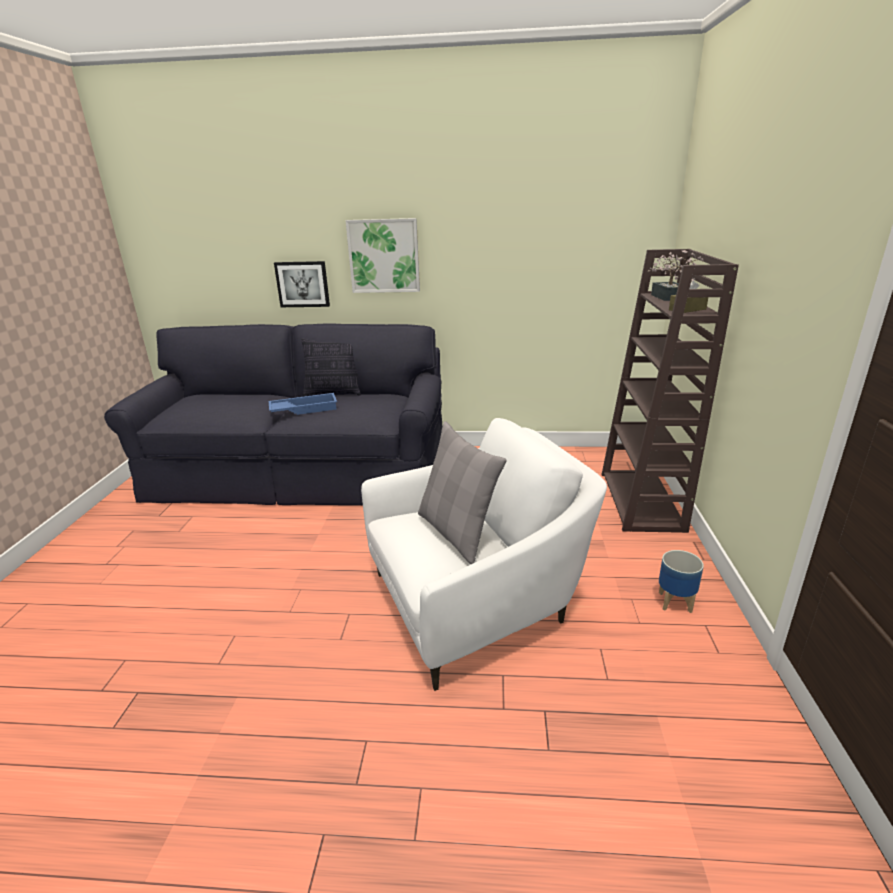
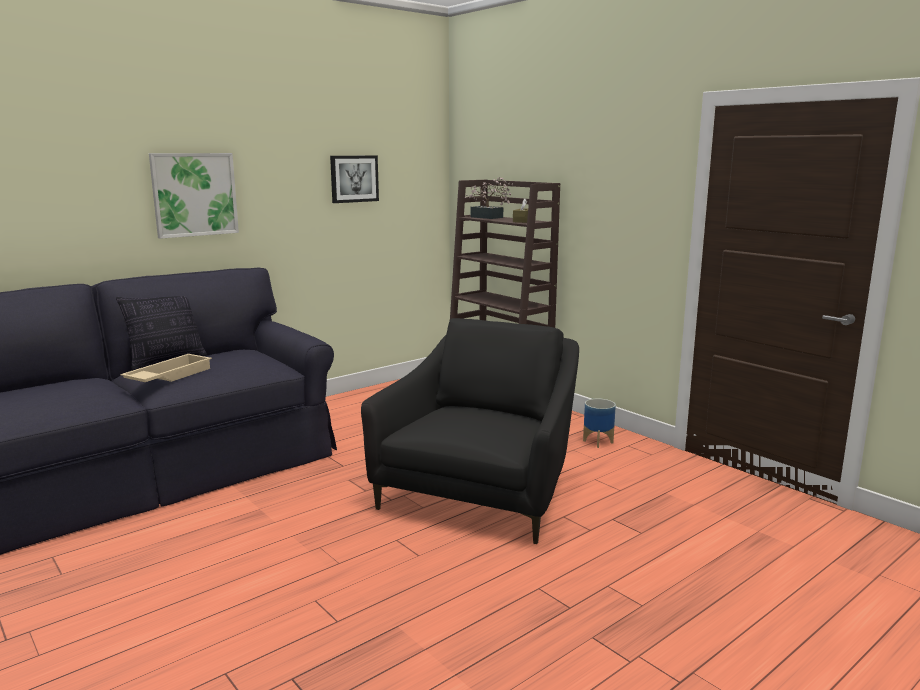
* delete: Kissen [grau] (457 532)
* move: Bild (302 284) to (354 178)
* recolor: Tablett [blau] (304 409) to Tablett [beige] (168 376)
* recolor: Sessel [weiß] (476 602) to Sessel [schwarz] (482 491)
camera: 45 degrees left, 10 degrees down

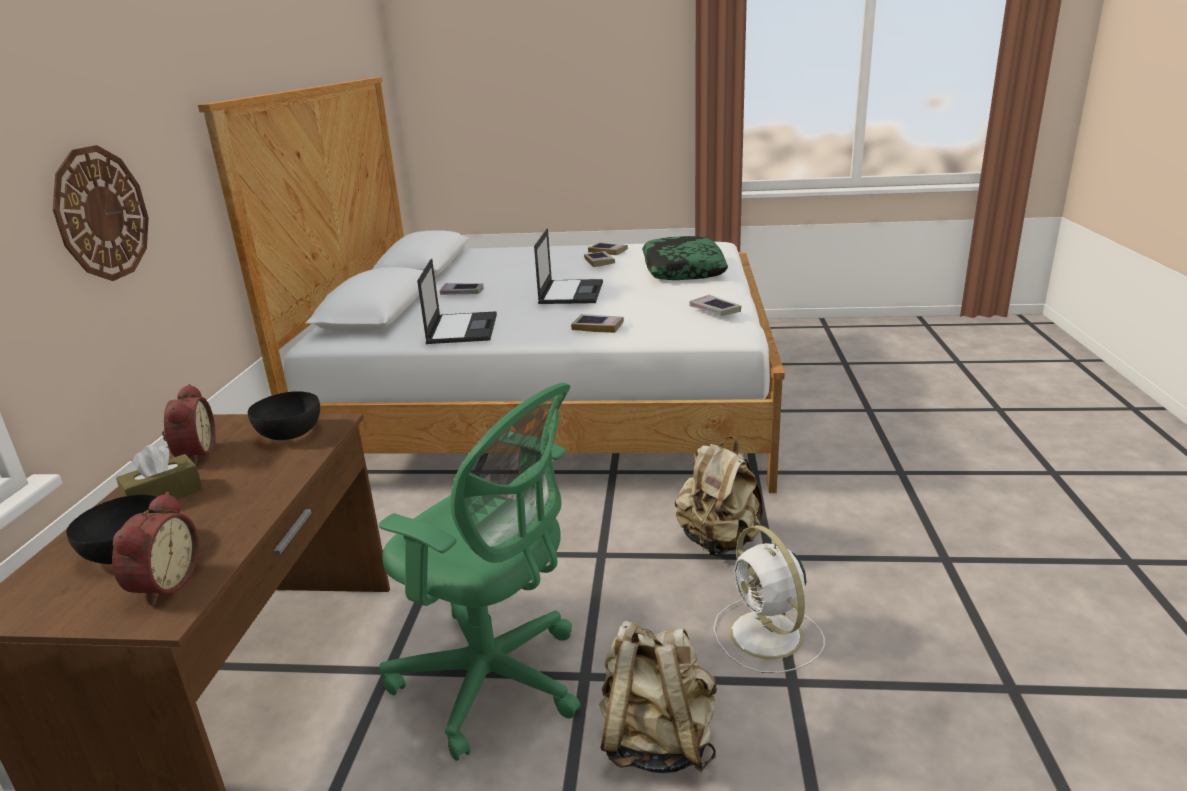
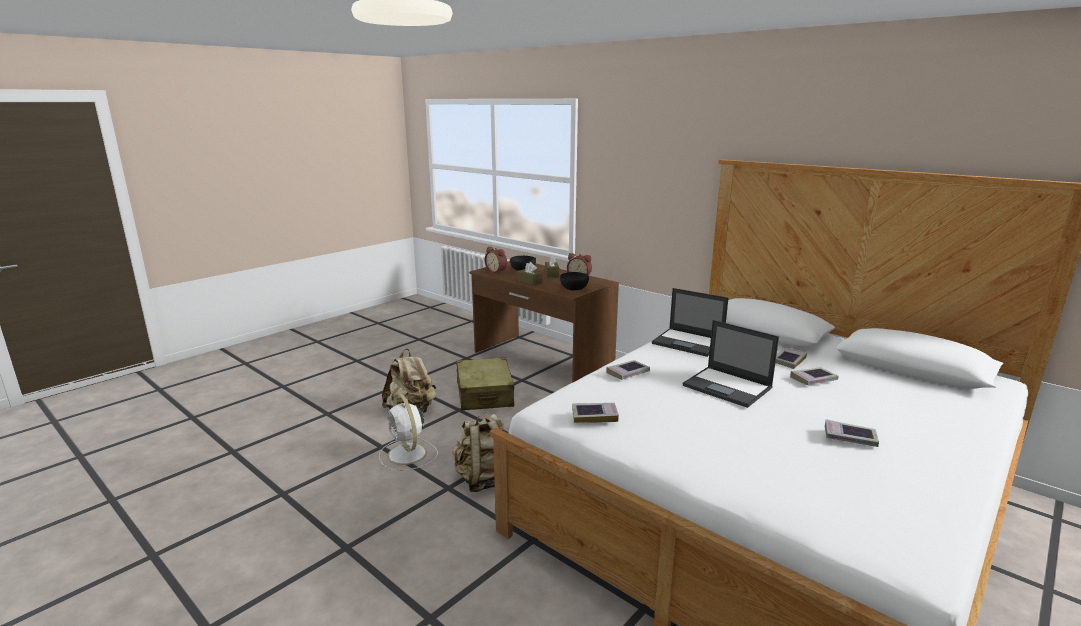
* delete: Wanduhr (101 214)
* delete: Kissen (682 270)
* insert: Taschentuchbox [braun] (529 282)
* move: Buch (608 251) to (813 379)
* replace: Bürostuhl [grün] (495 681) to Koffer [beige] (484 394)
* rotate: Ventilator [weiß] (768 636) = (408 455) 135 degrees counterclockwise
camera: 125 degrees right, 5 degrees down

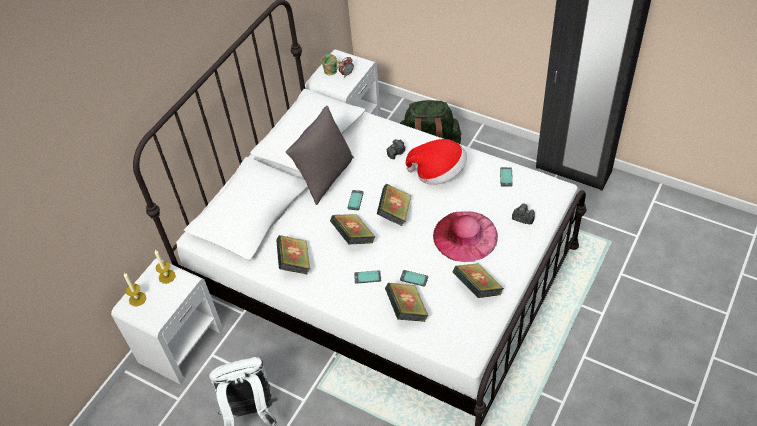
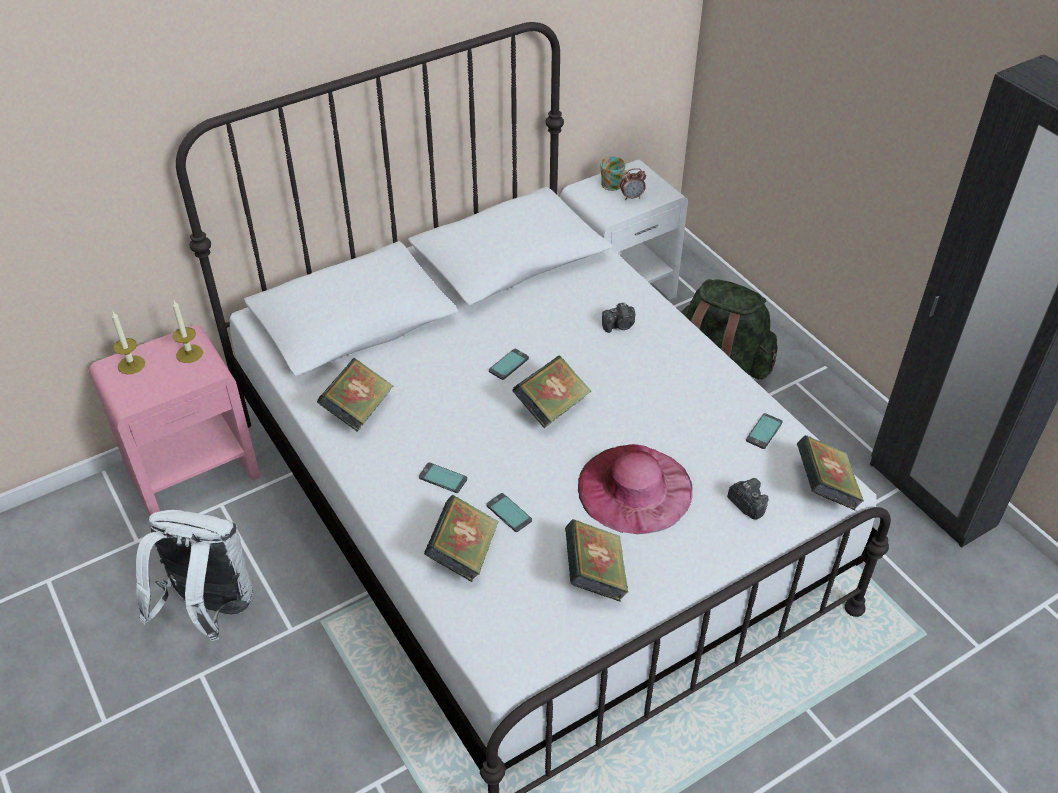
* delete: Kissen [grau] (325 178)
* delete: Hut (438 173)
* move: Buch (353 237) to (824 488)
* recolor: Nachttisch [weiß] (181 344) to Nachttisch [rosa] (194 472)
camera: 25 degrees right, 5 degrees down

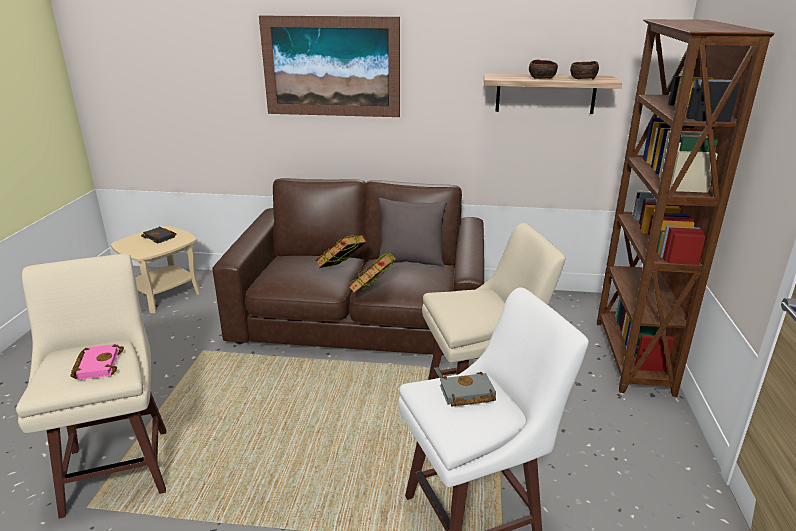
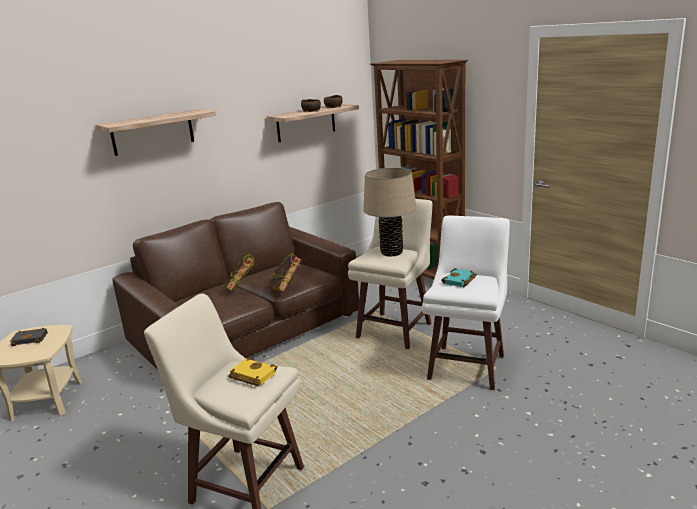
* delete: Kissen [grau] (411 261)
* insert: Tischlampe [beige] (391 252)
* replace: Bild (331 67) to Wandregal (152 132)
* recolor: Buch [rosa] (97 365) to Buch [gelb] (251 376)
* recolor: Buch [grau] (466 394) to Buch [türkis] (459 281)
camera: 45 degrees left, 5 degrees down

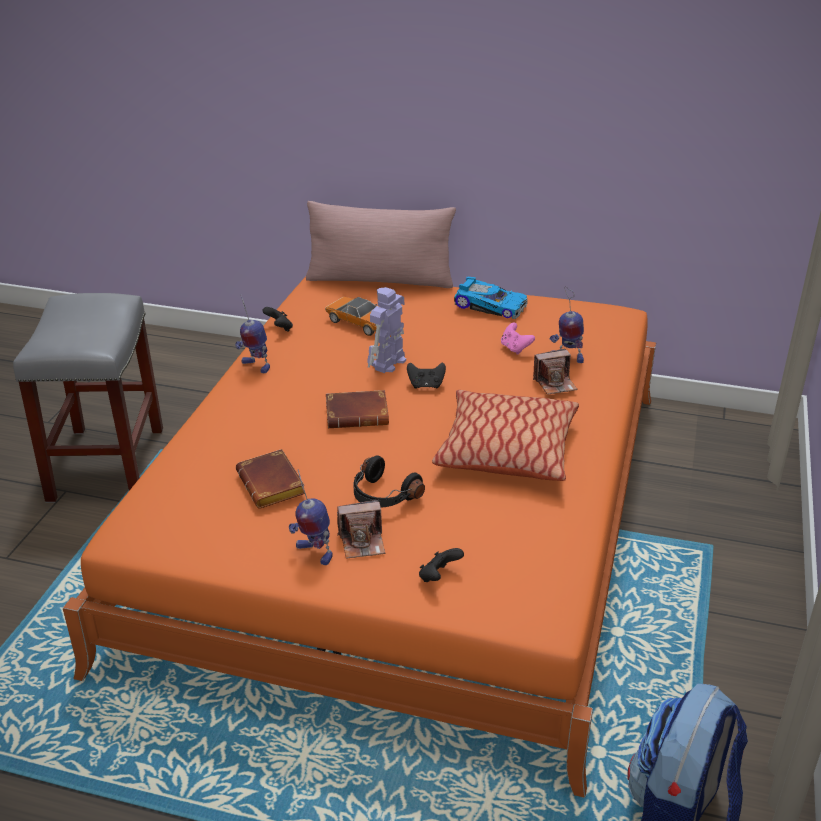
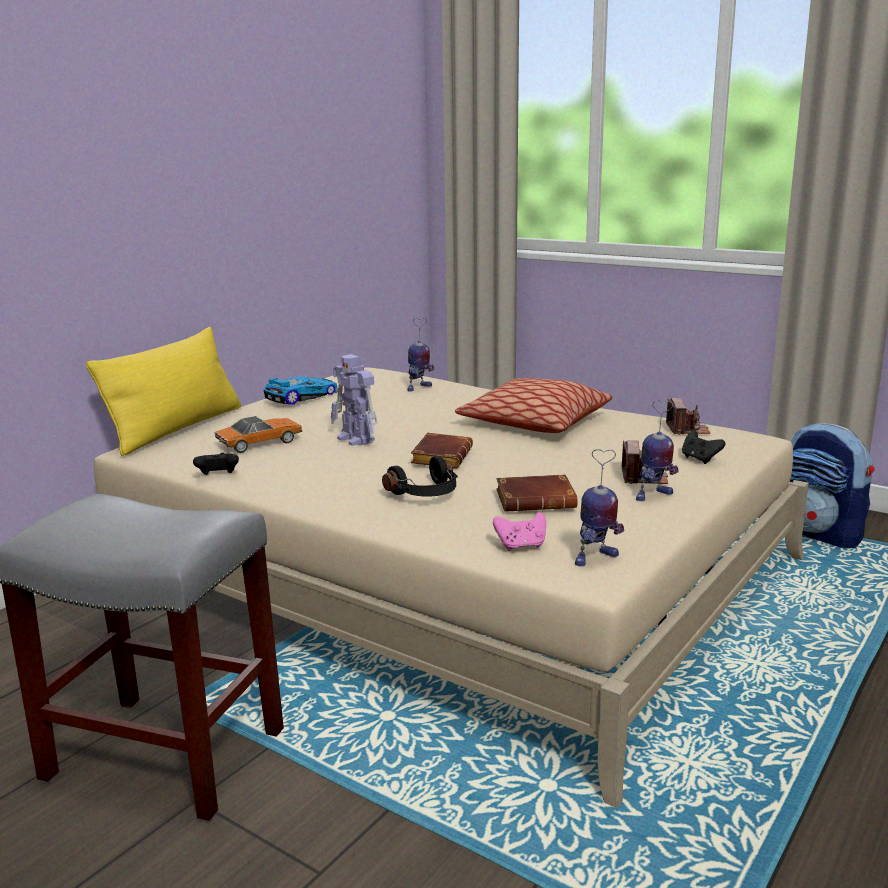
* delete: Gamepad [schwarz] (426 385)
* move: Spielzeugroboter (255 366) to (595 558)
* move: Kopfhörer [schwarz] (383 496) to (426 493)
* move: Gamepad [rosa] (515 348) to (521 546)
* move: Kamera (555 383) to (687 430)
* recolor: Bett [orange] (409 518) to Bett [beige] (446 569)
* recolor: Kissen [rosa] (380 280) to Kissen [gelb] (177 429)
camera: 70 degrees left, 15 degrees down

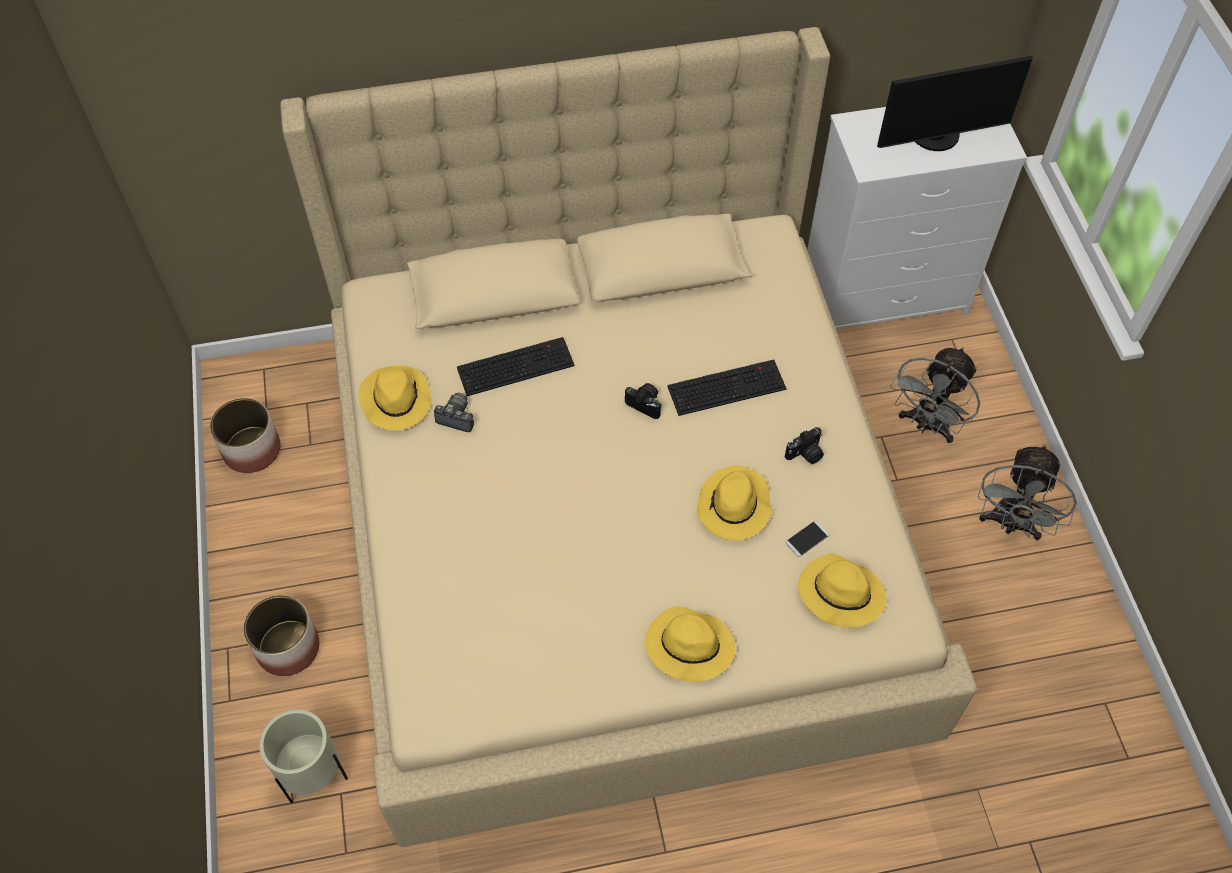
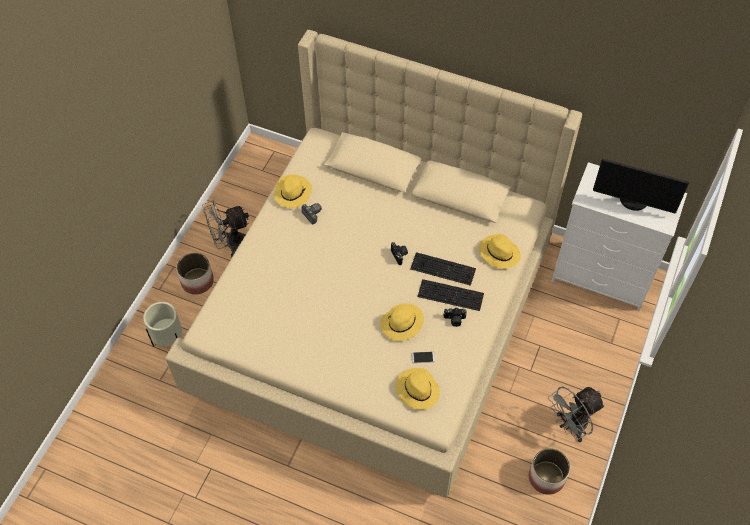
* move: Pflanzkübel (252 449) to (546 477)
* move: Tastatur (516 365) to (451 294)
* move: Hut [gelb] (688 646) to (498 253)
* move: Ventilator [grau] (927 425) to (230 244)
camera: 35 degrees right, 0 degrees up

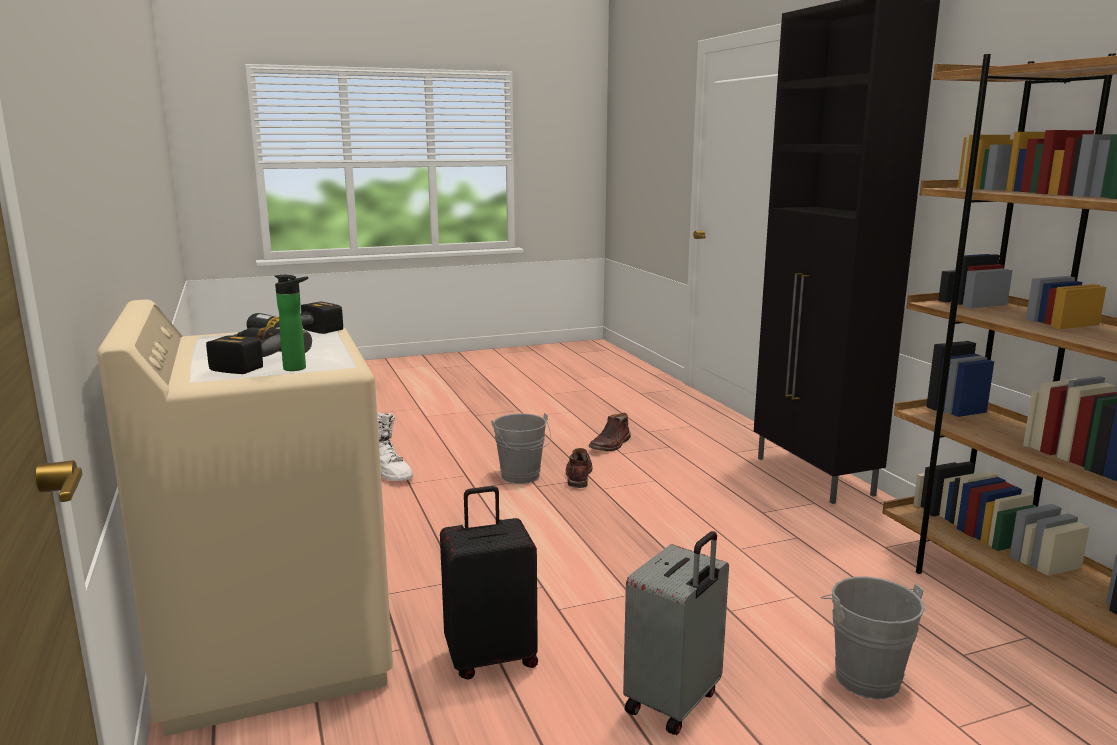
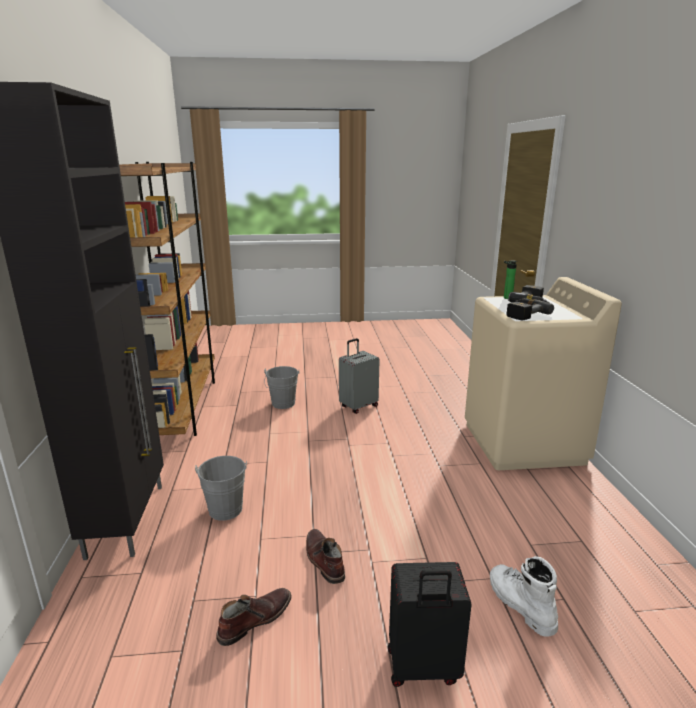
* move: Koffer [schwarz] (491 657) to (423 668)
* move: Eimer [grau] (522 477) to (226 507)
* rotate: Stiefel [braun] (578 475) = (323 560) 135 degrees clockwise
camera: 165 degrees left, 5 degrees up

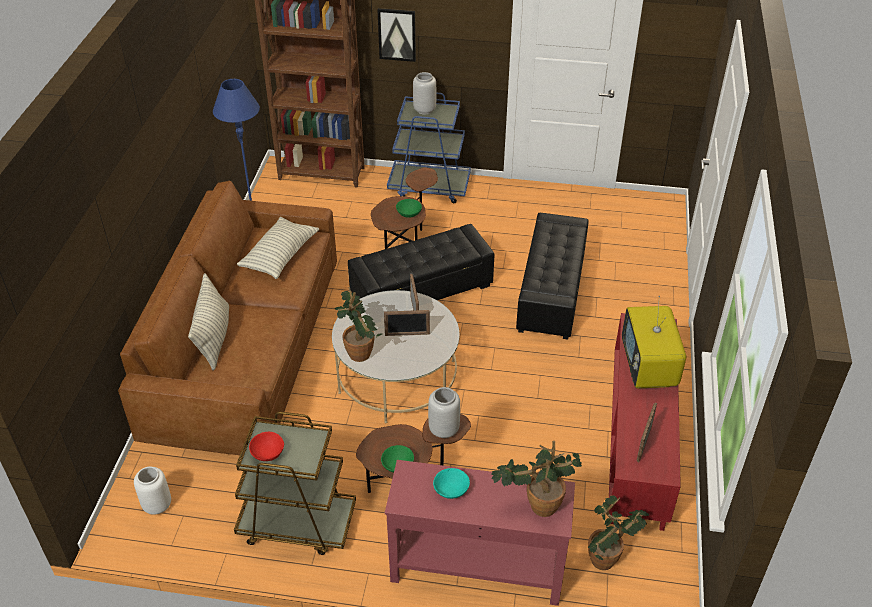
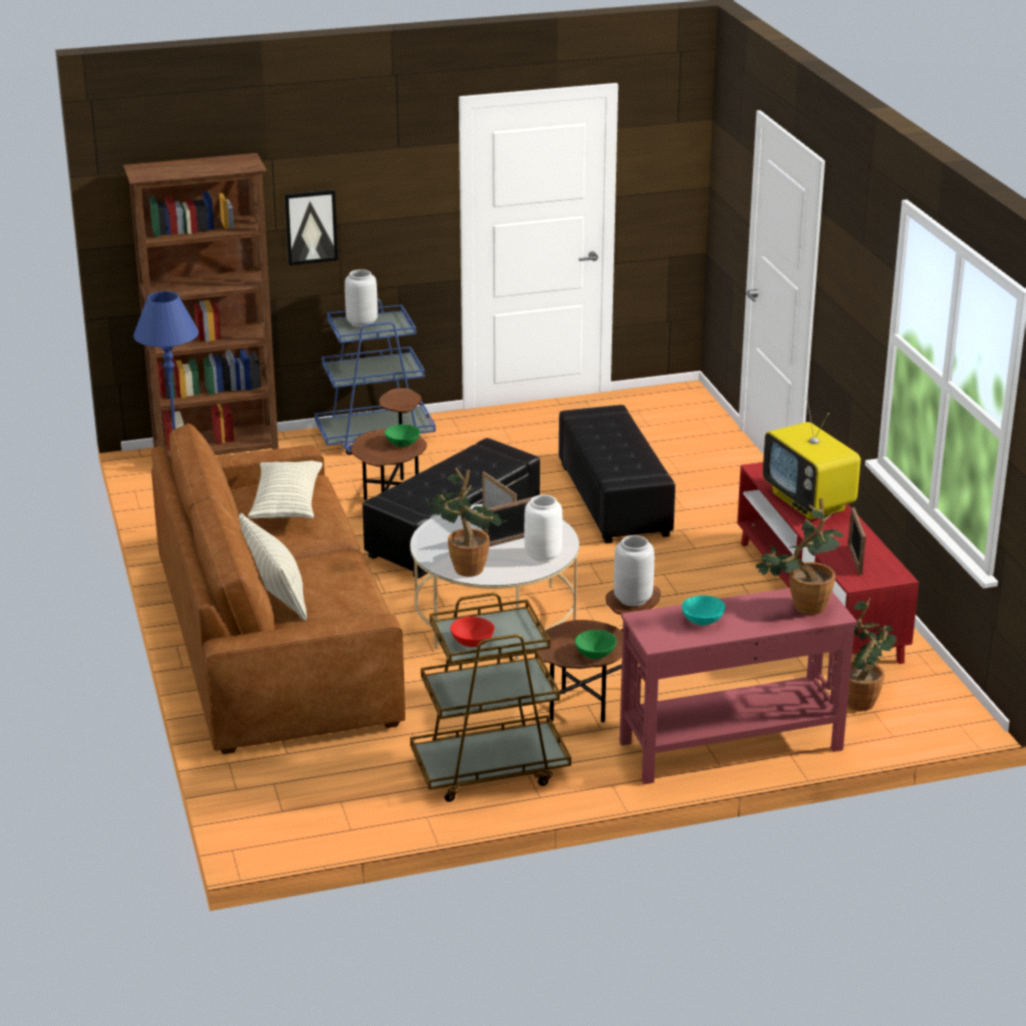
* move: Vase [weiß] (156 505) to (542 556)
camera: 25 degrees left, 15 degrees down

